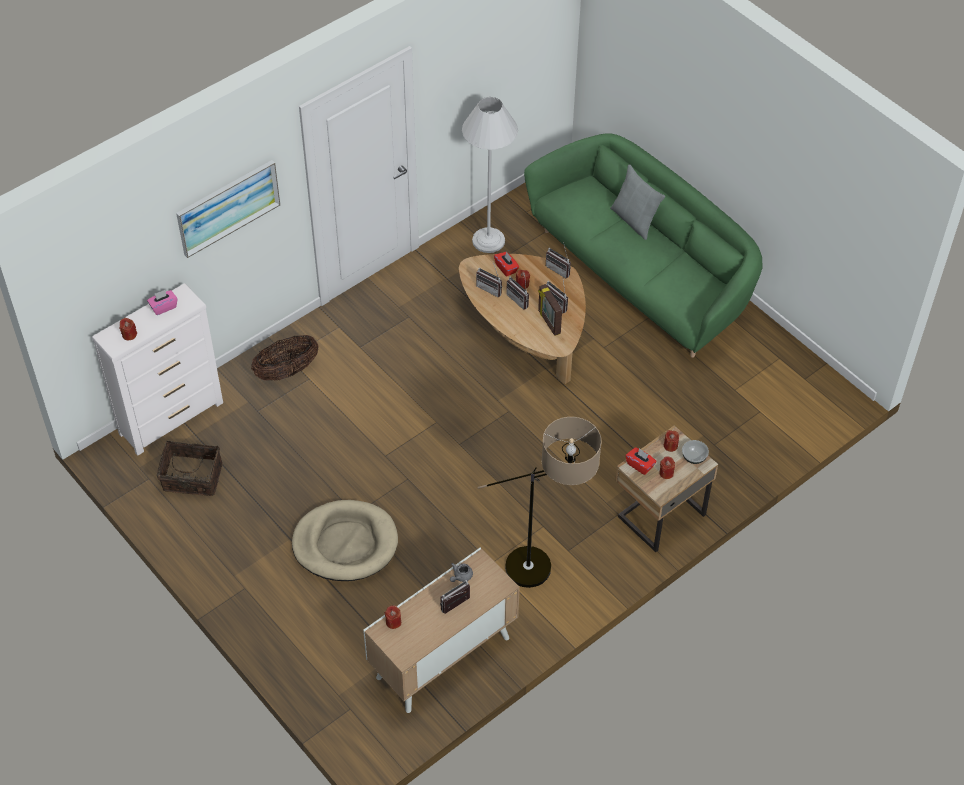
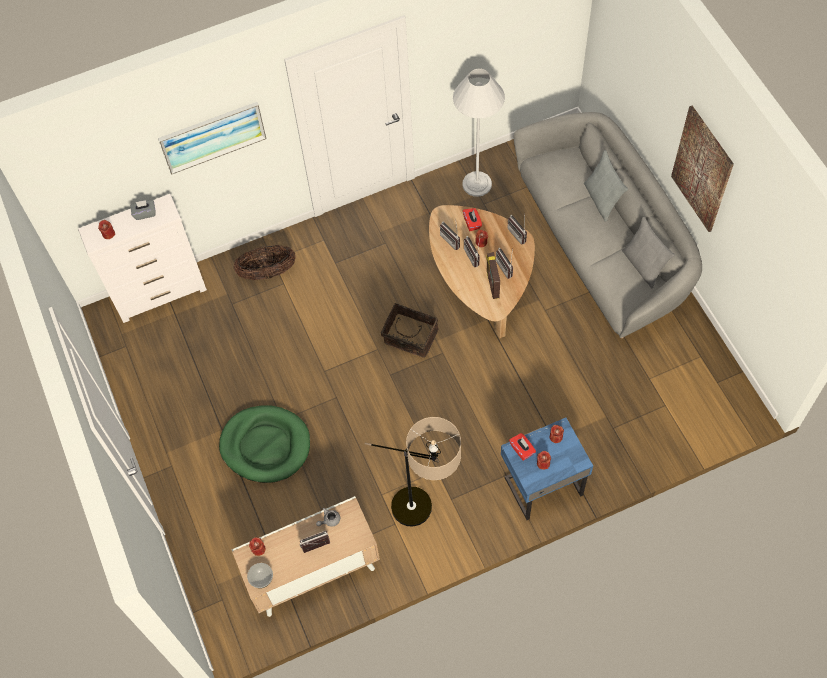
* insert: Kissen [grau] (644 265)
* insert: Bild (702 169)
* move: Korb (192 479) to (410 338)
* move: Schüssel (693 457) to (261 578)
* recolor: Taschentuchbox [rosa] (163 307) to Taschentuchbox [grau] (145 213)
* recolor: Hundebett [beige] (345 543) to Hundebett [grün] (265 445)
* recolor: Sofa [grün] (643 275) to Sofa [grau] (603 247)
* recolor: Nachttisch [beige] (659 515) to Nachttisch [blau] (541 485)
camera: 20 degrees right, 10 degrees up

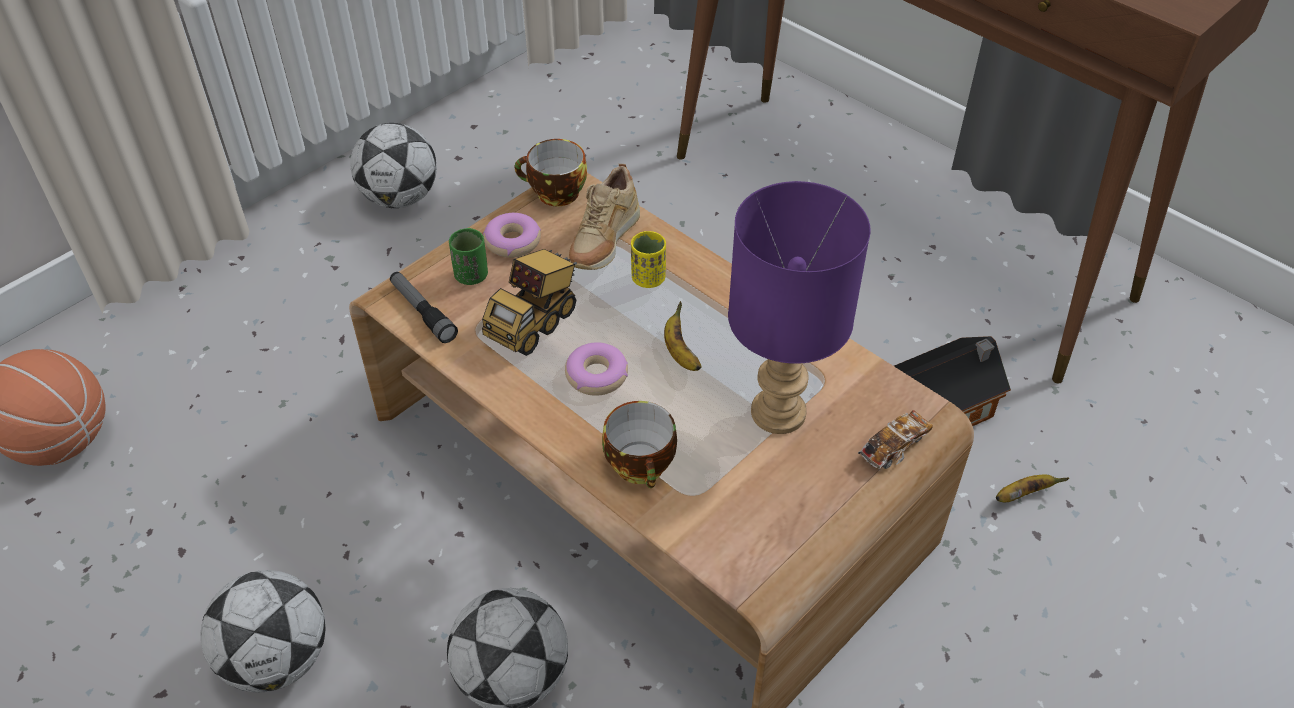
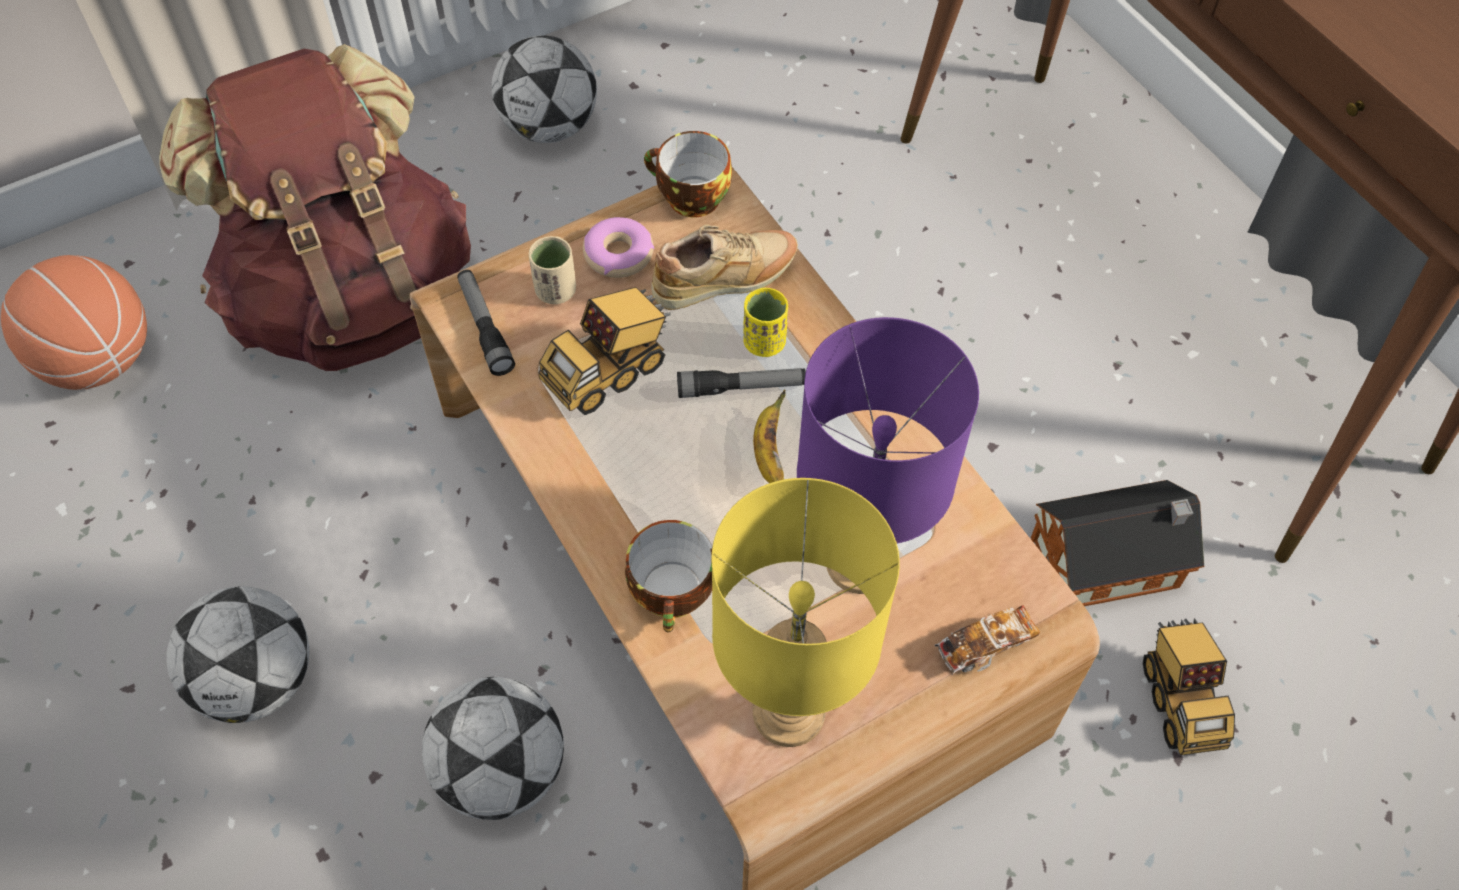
* delete: Donut (597 375)
* insert: Rucksack [braun] (352 296)
* insert: Taschenlampe (741 388)
* insert: Tischlampe [gelb] (787 715)
* replace: Banane (1023 494) to Spielzeuglaster (1179 700)
* recolor: Tasse [grün] (471 276) to Tasse [beige] (556 291)
* rotate: Schuh [beige] (603 244) = (725 282) 150 degrees counterclockwise
camera: 15 degrees right, 10 degrees up

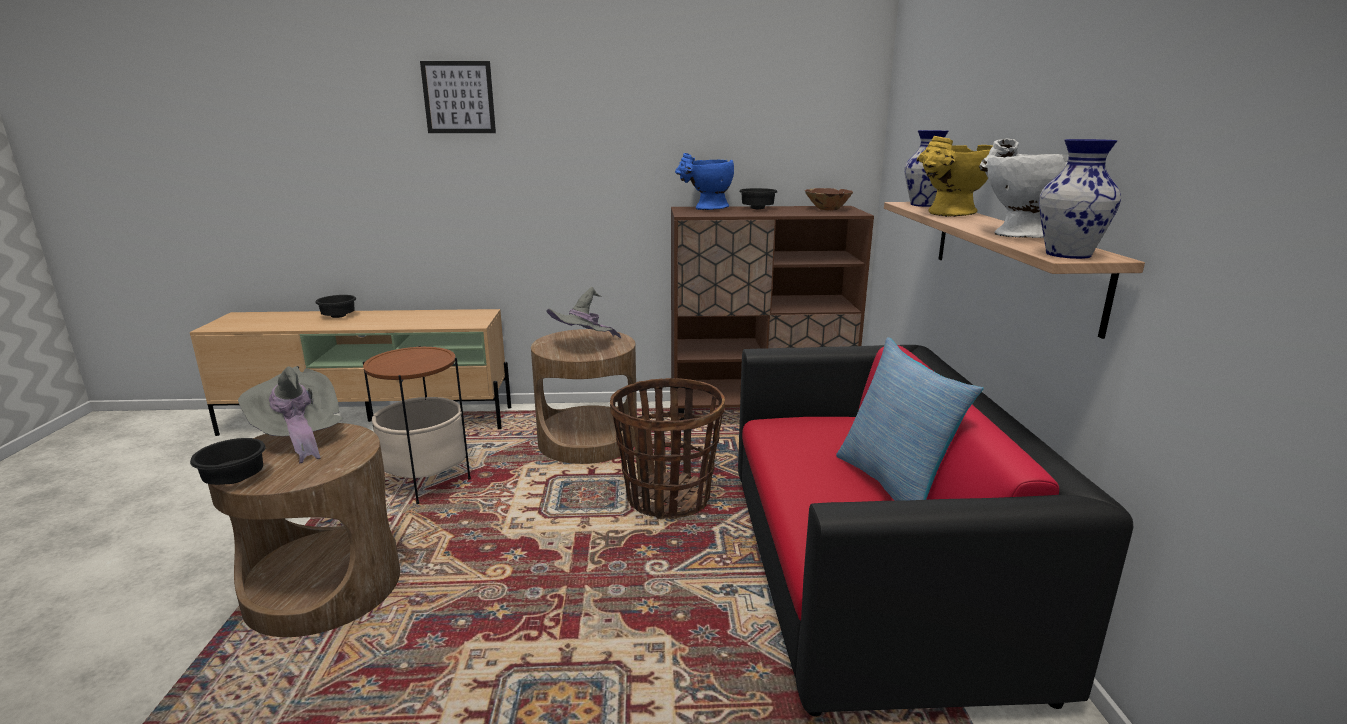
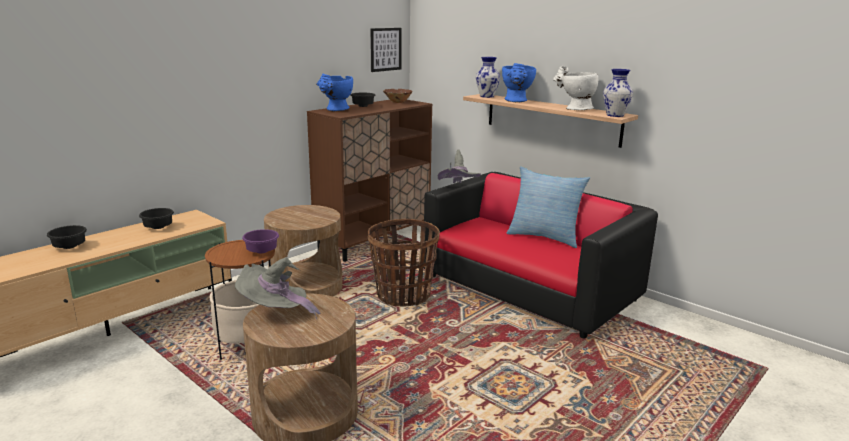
* insert: Schüssel [lila] (261 252)
* move: Schüssel [schwarz] (237 479) to (159 227)
* move: Bild (459 97) to (385 49)
* move: Hut [grau] (583 346) to (457 191)
* recolor: Vase [gelb] (948 214) to Vase [blau] (516 101)
camera: 45 degrees left, 0 degrees up

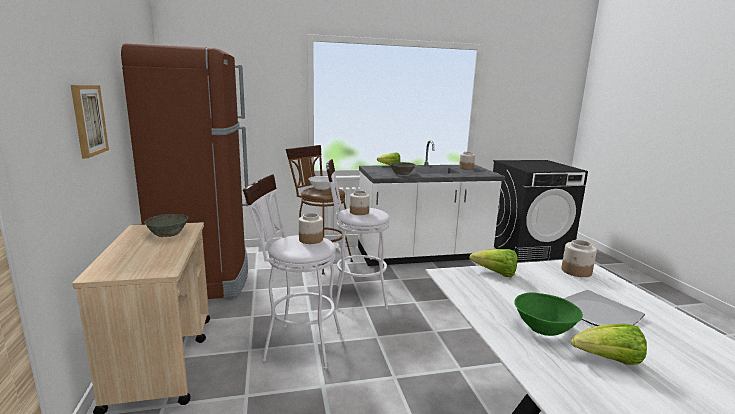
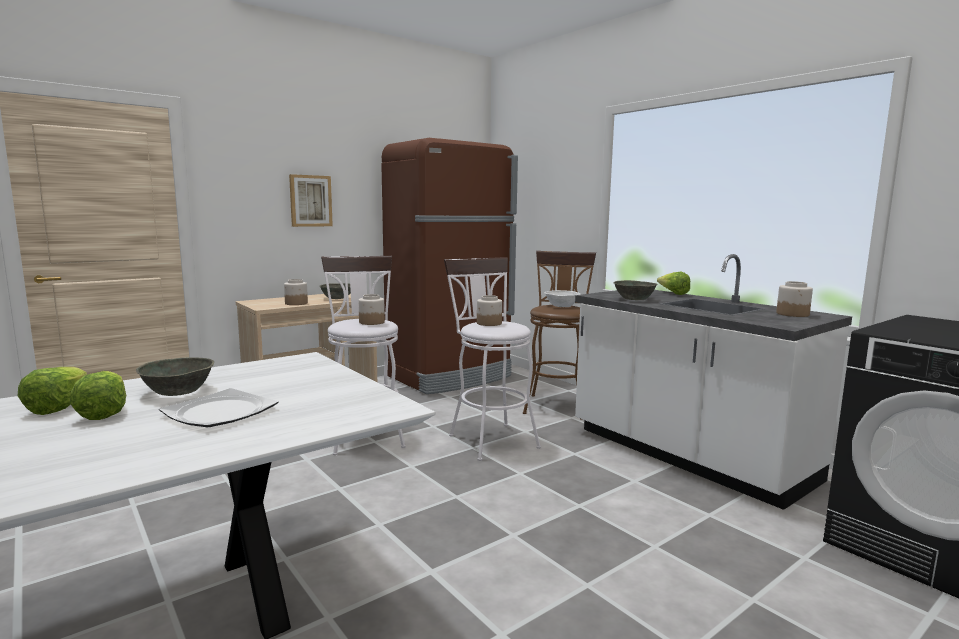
* move: Salatkopf (495 274) to (59 407)
* move: Vorratsglas (576 271) to (296 303)
* recolor: Schüssel [grün] (544 327) to Schüssel [grau] (179 391)
camera: 65 degrees right, 5 degrees down

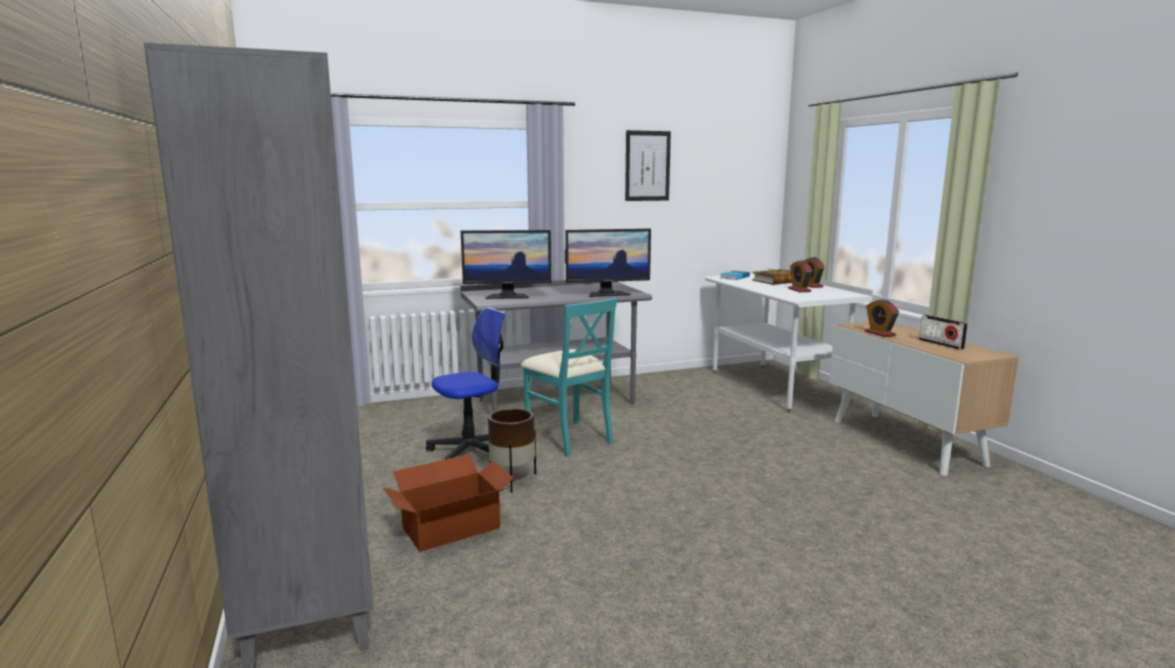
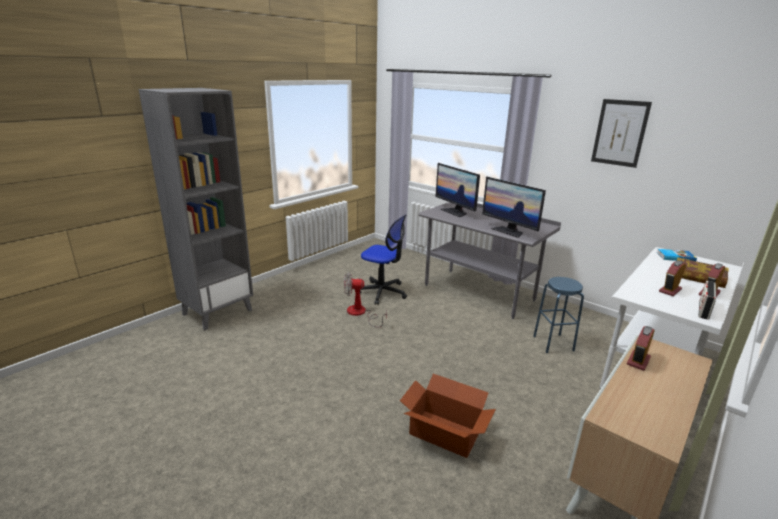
* delete: Stuhl [türkis] (569 438)
* insert: Hocker [blau] (553 343)
* move: Karton (450 527) to (444 432)
* move: Radio (941 344) to (703 310)
* replace: Pflanzkübel [braun] (513 480) to Ventilator (360 313)
camera: 60 degrees right, 10 degrees up

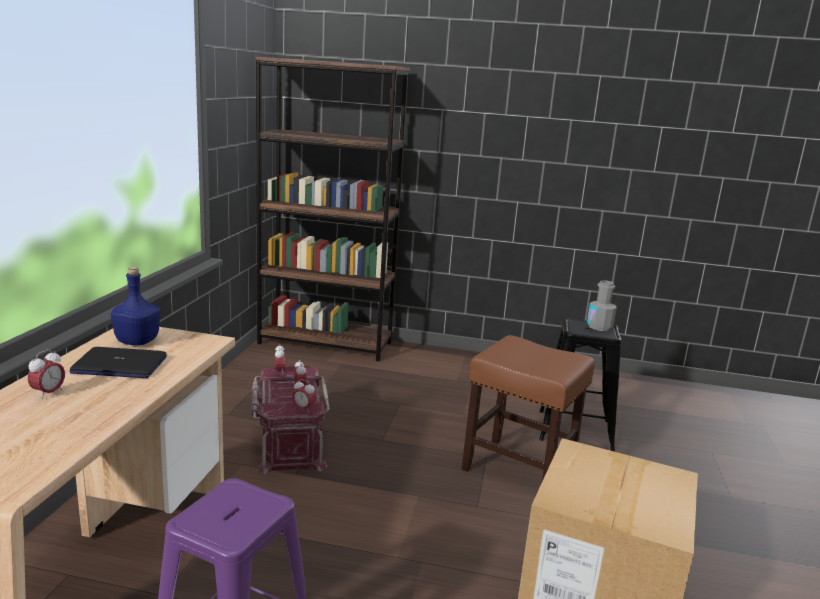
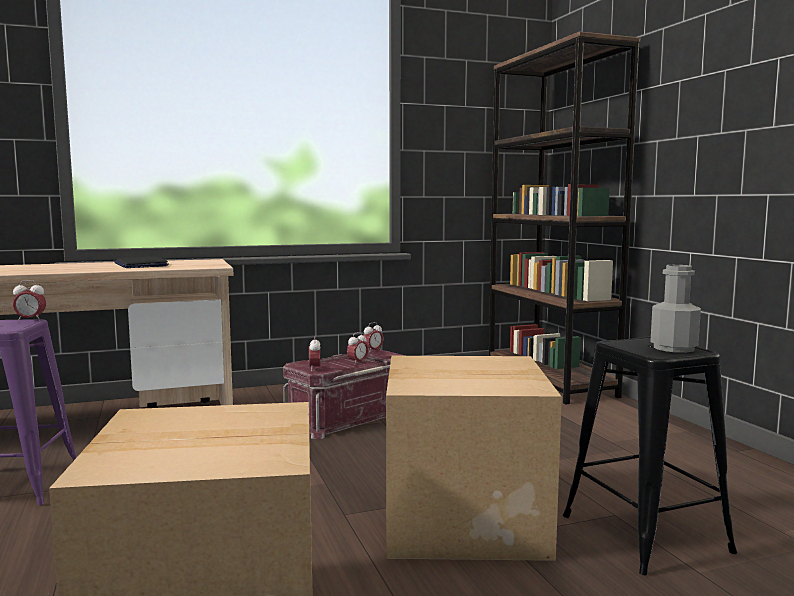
* delete: Flasche [blau] (138 341)
* move: Wecker (48 393) to (30 320)
* replace: Hocker [braun] (520 469) to Karton (464 519)
camera: 60 degrees right, 10 degrees down

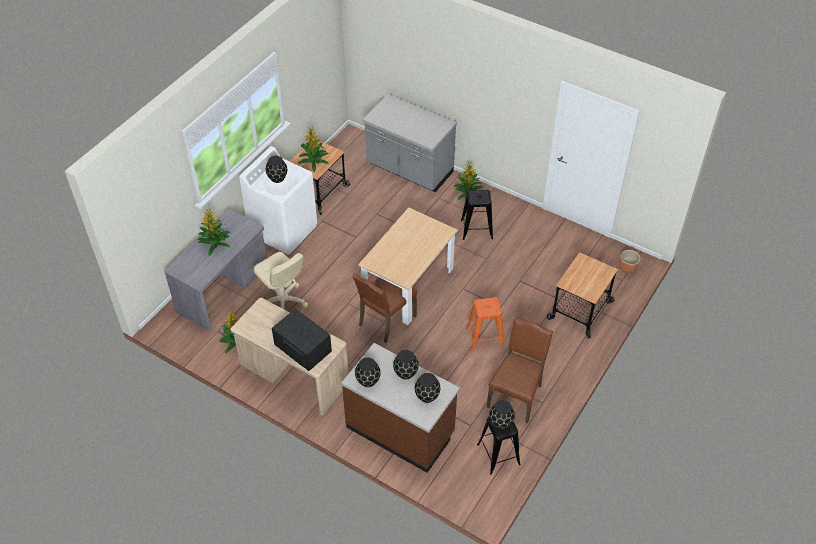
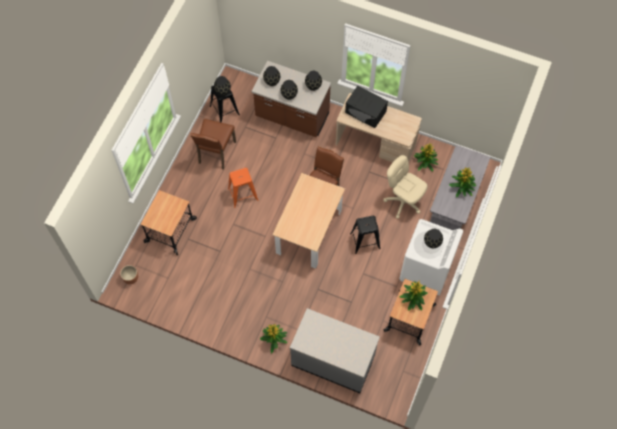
* move: Hocker [schwarz] (476 229) to (365 241)
camera: 170 degrees right, 15 degrees up

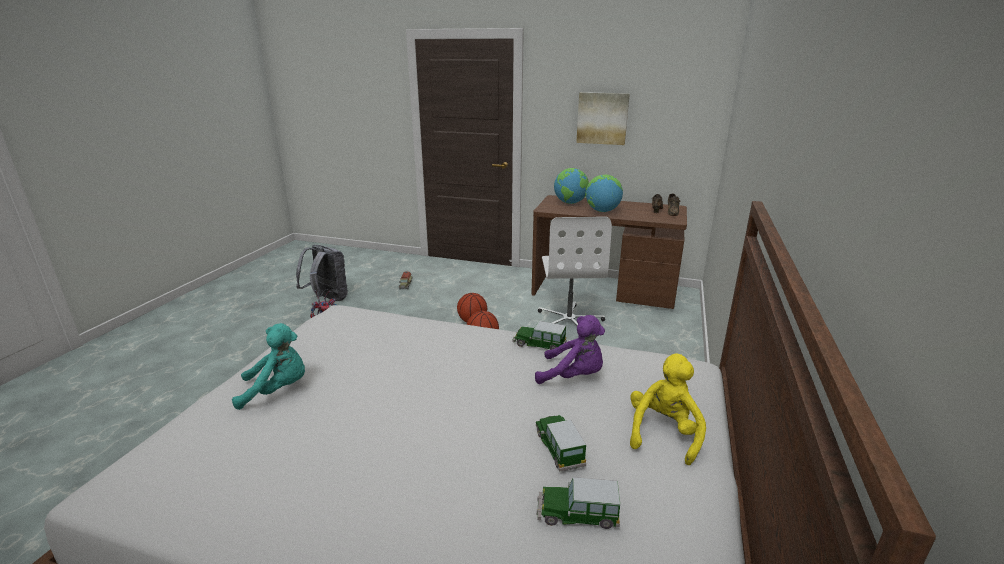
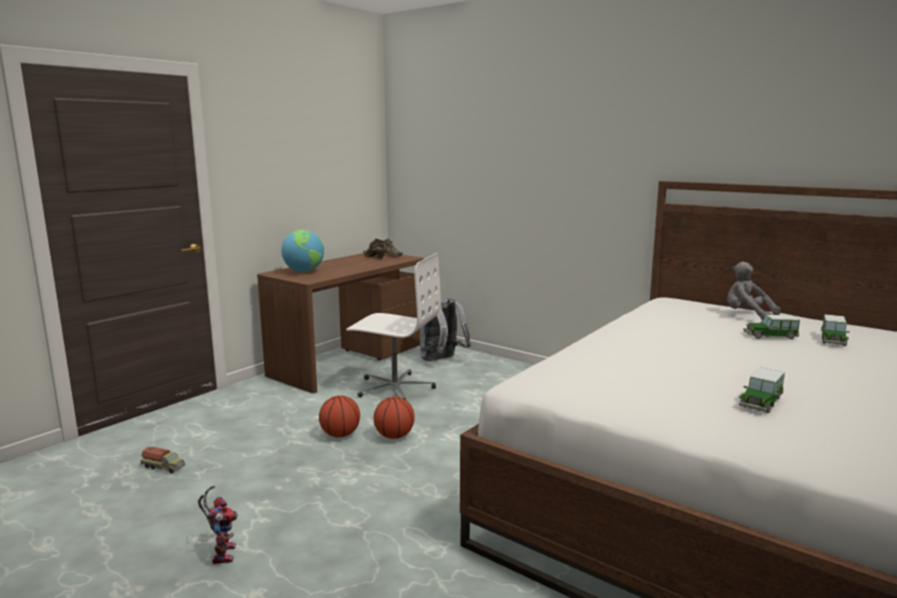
* delete: Plüschtier [türkis] (278 390)
* delete: Plüschtier [lila] (573 376)
* delete: Bild (602 118)
* delete: Globus (602 211)
* move: Rucksack [grau] (327 299) to (441 360)
* move: Spielzeugauto (539 344) to (760 403)
* recolor: Plüschtier [gelb] (663 433) to Plüschtier [grau] (747 315)
camera: 70 degrees left, 10 degrees down

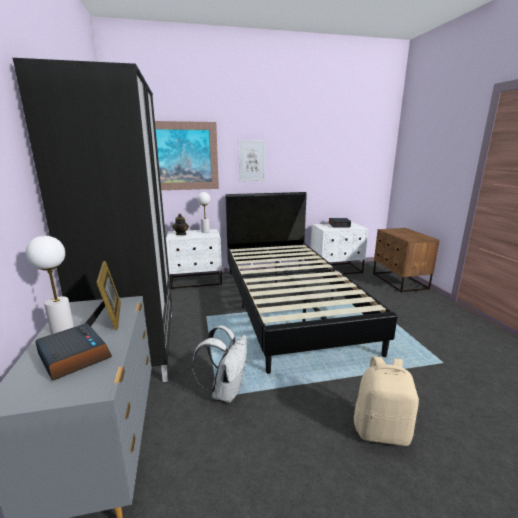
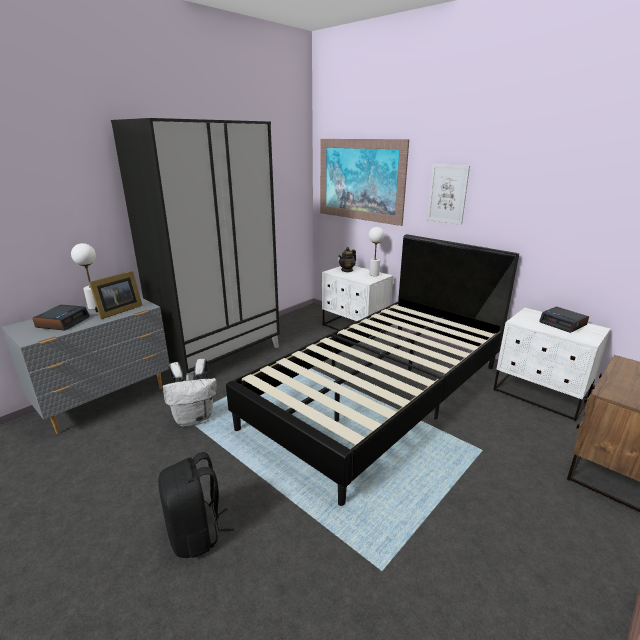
* recolor: Rucksack [beige] (382 431) to Rucksack [schwarz] (196 533)
camera: 55 degrees right, 5 degrees up

